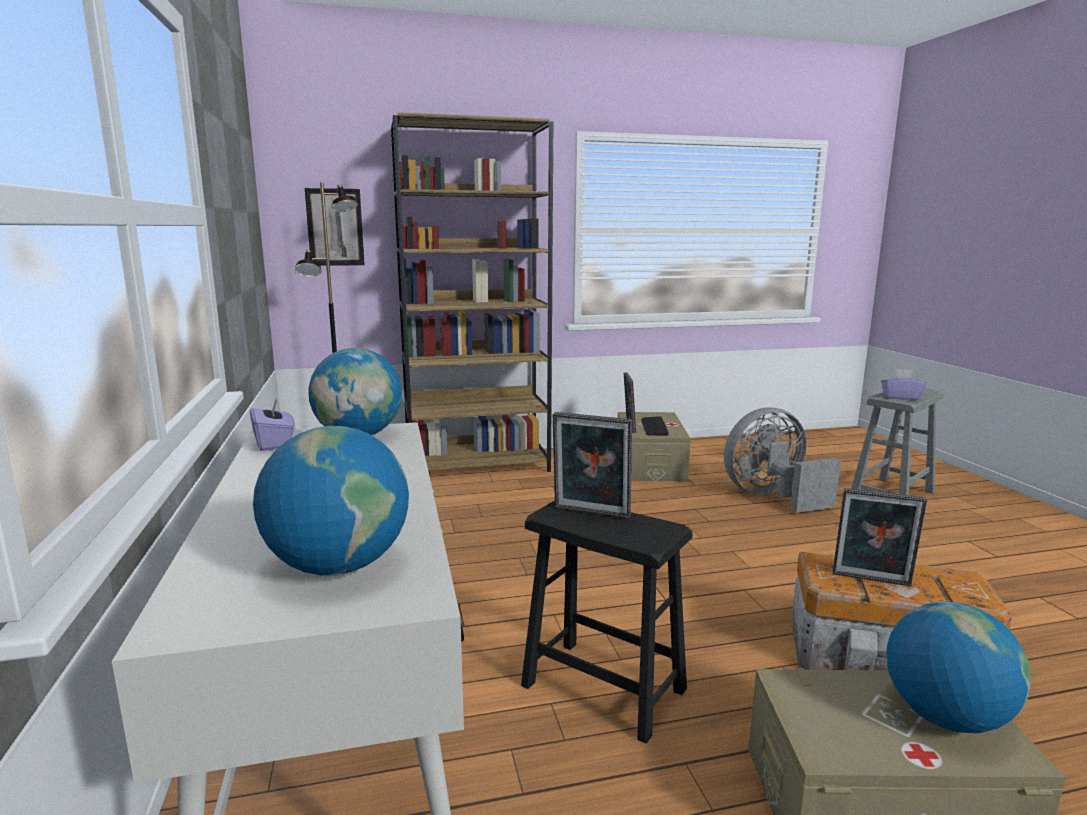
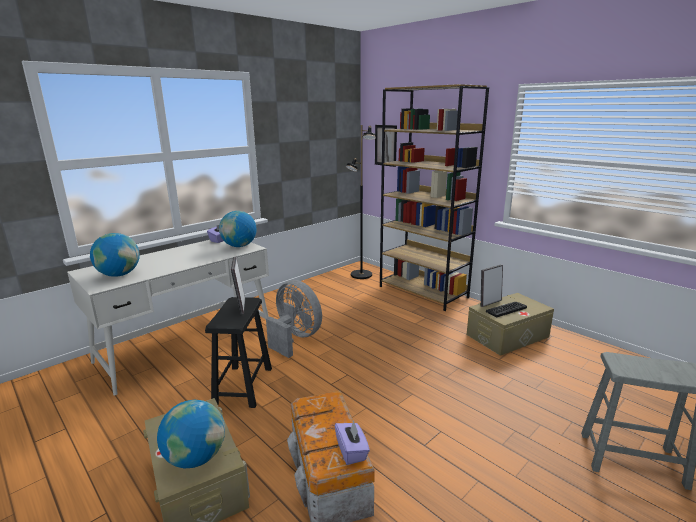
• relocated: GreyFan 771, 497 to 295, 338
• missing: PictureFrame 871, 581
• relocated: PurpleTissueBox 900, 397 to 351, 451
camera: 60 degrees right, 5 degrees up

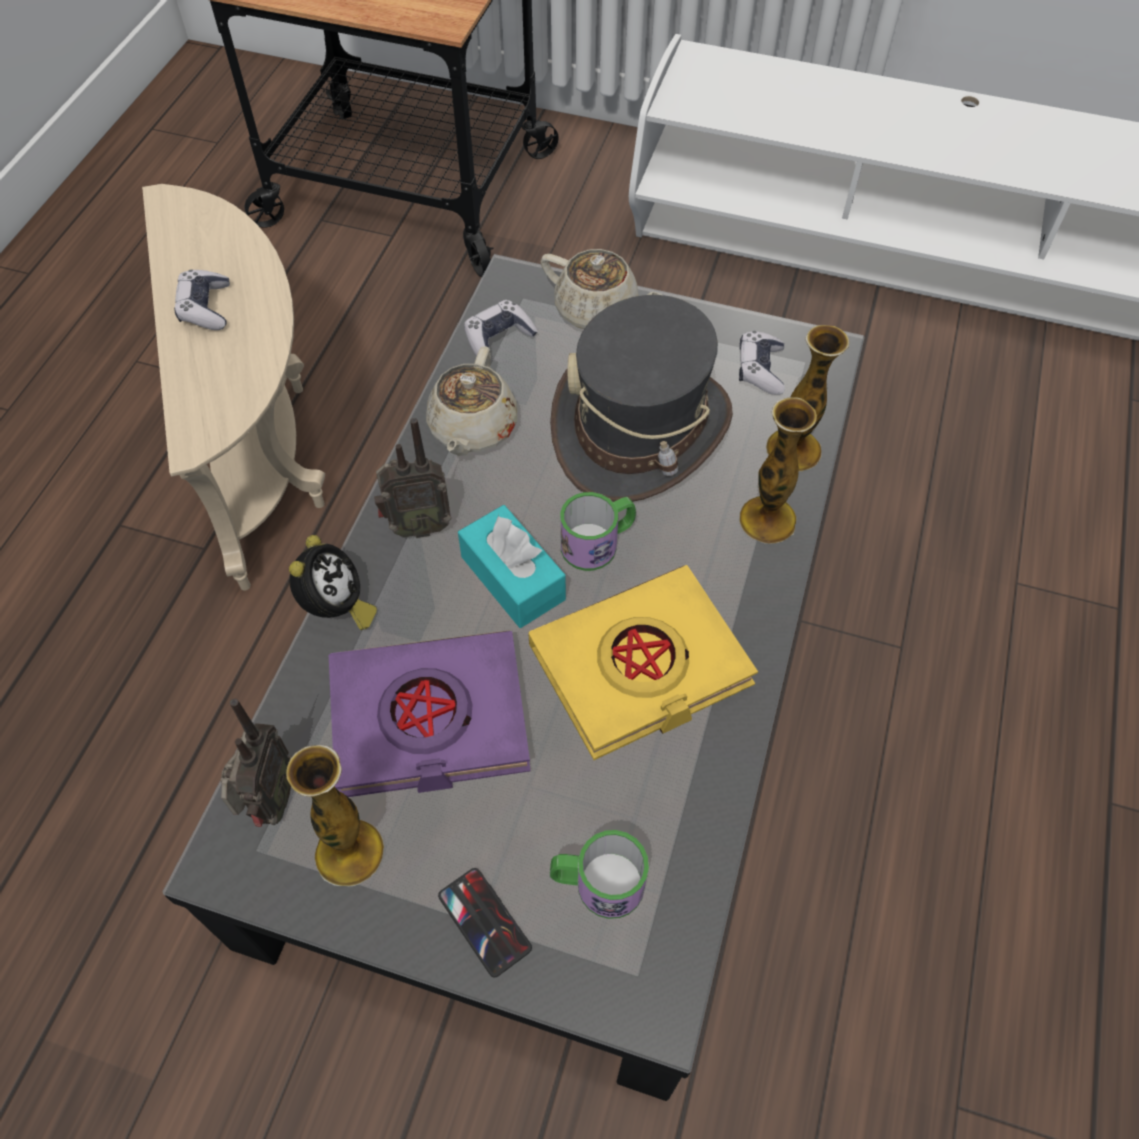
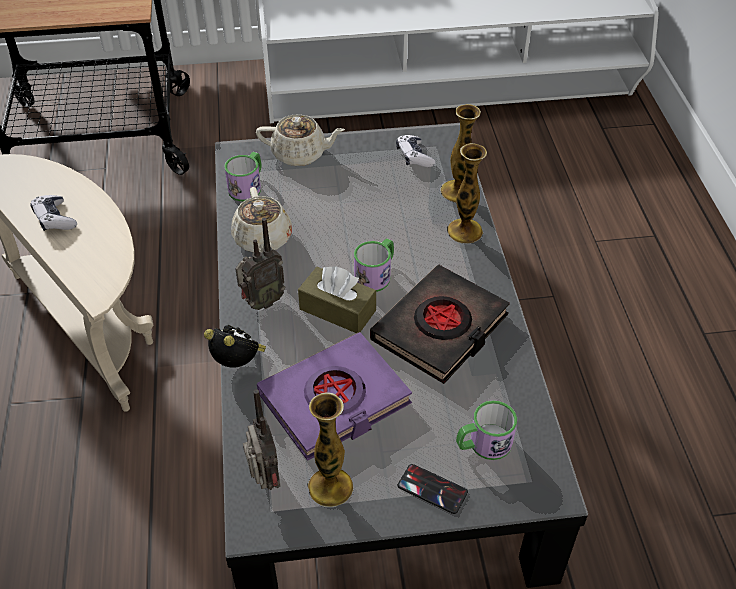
• spun: AlarmClock 336, 608 = 239, 363 45 degrees counterclockwise
• colour: TurquoiseTissueBox 513, 578 to BrownTissueBox 337, 310
• exchanged: GameController 498, 338 to Mug 248, 186
• colour: YellowBook 641, 667 to BlackBook 440, 329
• missing: GreyHat 640, 430
camera: 25 degrees left, 10 degrees down

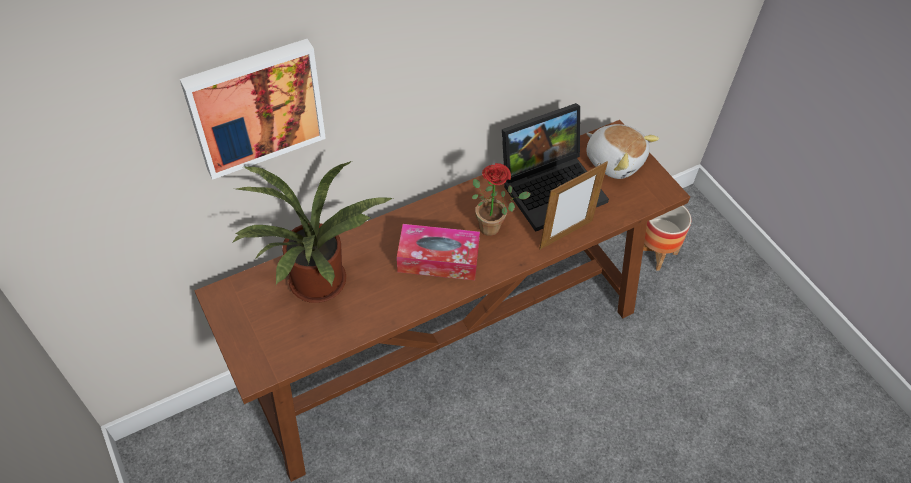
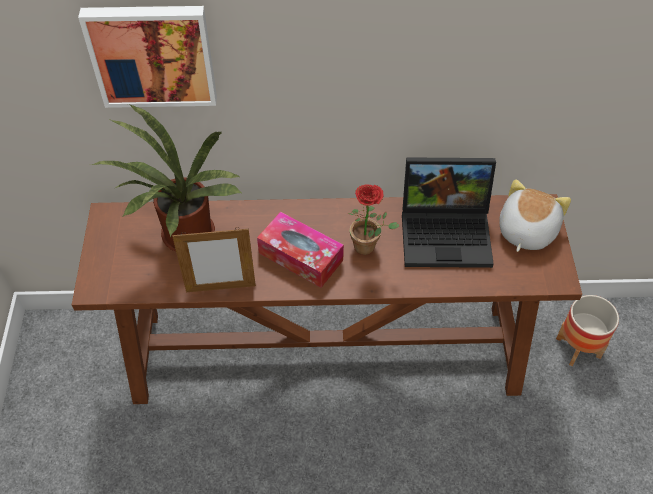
• relocated: PictureFrame 566, 234 to 221, 288
• spun: PlushToy 614, 160 = 525, 231 135 degrees counterclockwise
camera: 30 degrees right, 0 degrees up

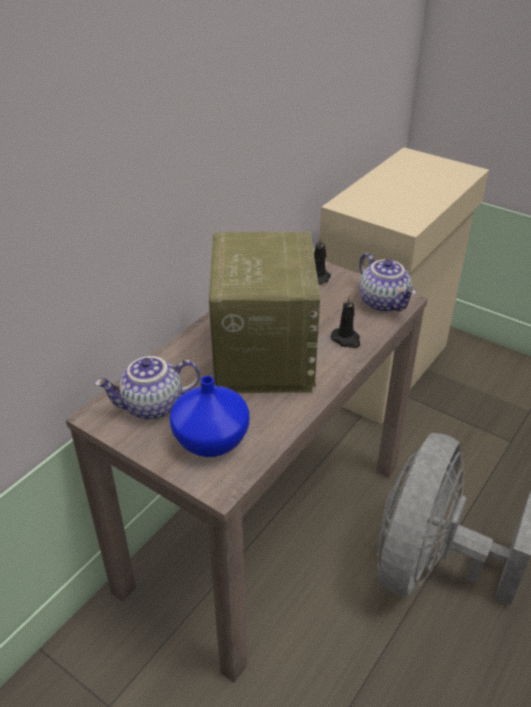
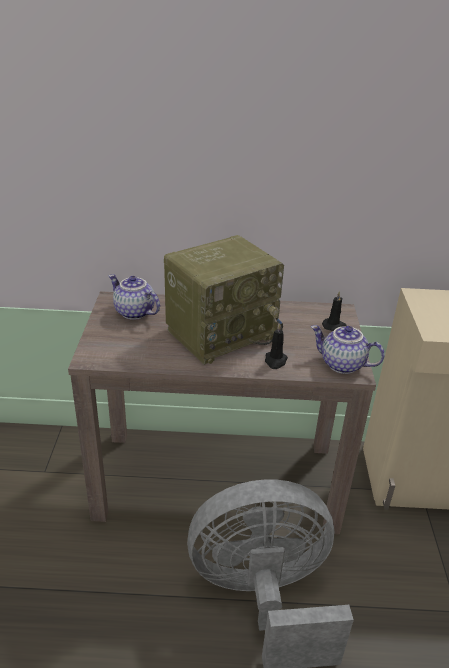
• missing: BlueVase 209, 440
• spun: Teapot 384, 303 = 341, 365 90 degrees clockwise
camera: 55 degrees right, 5 degrees down

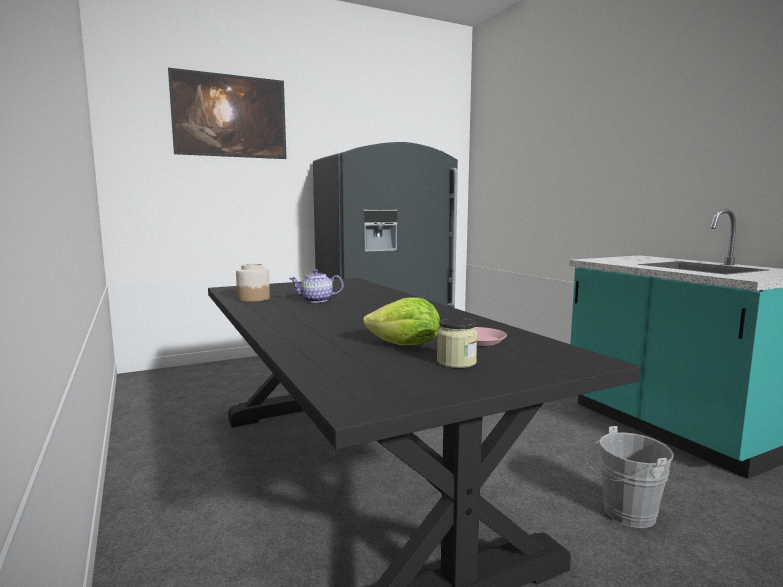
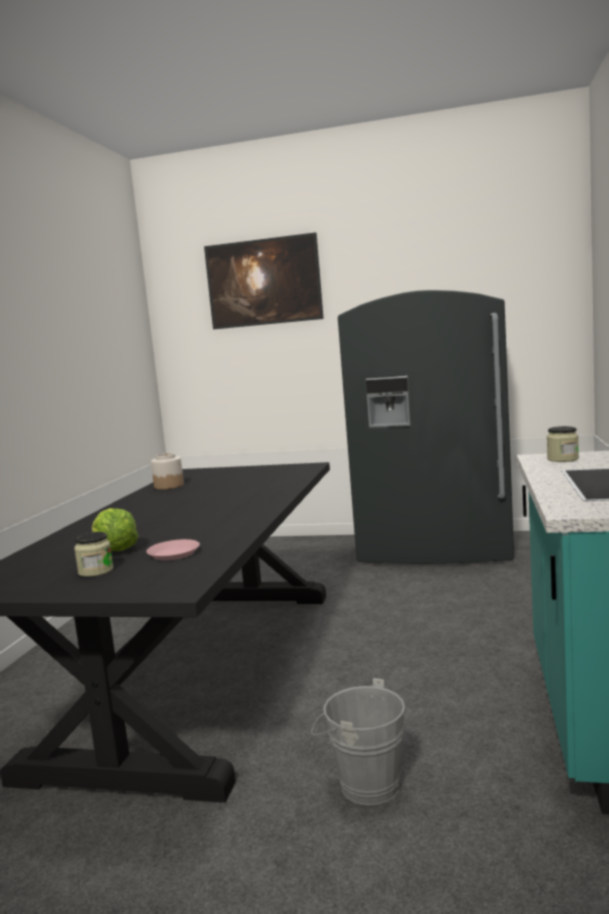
• missing: Teapot 316, 300
• appeared: Jar 562, 459
camera: 40 degrees right, 0 degrees up

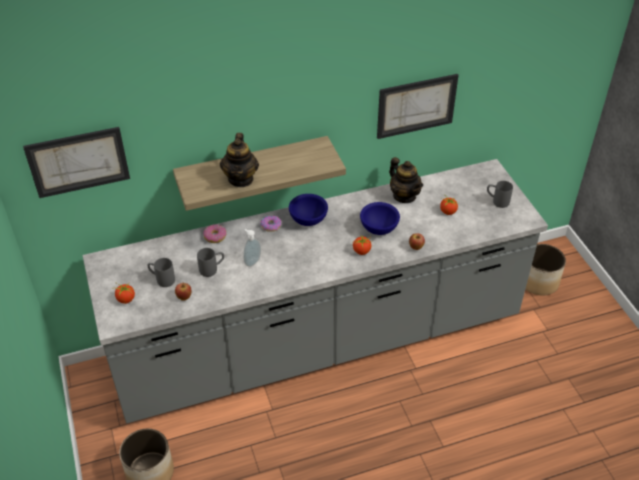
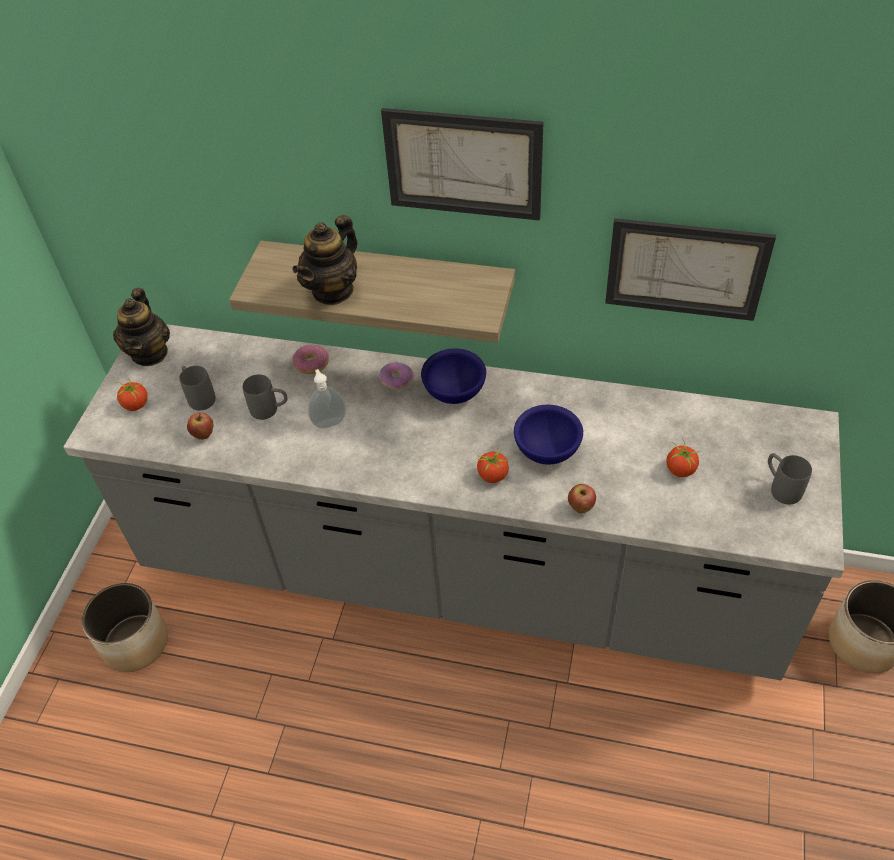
• relocated: Picture 78, 161 to 463, 164
• relocated: Teapot 404, 196 to 150, 353
camera: 35 degrees right, 5 degrees up

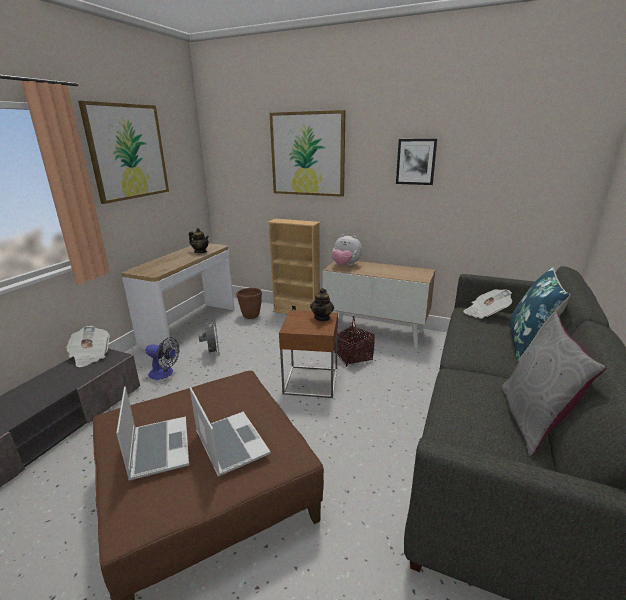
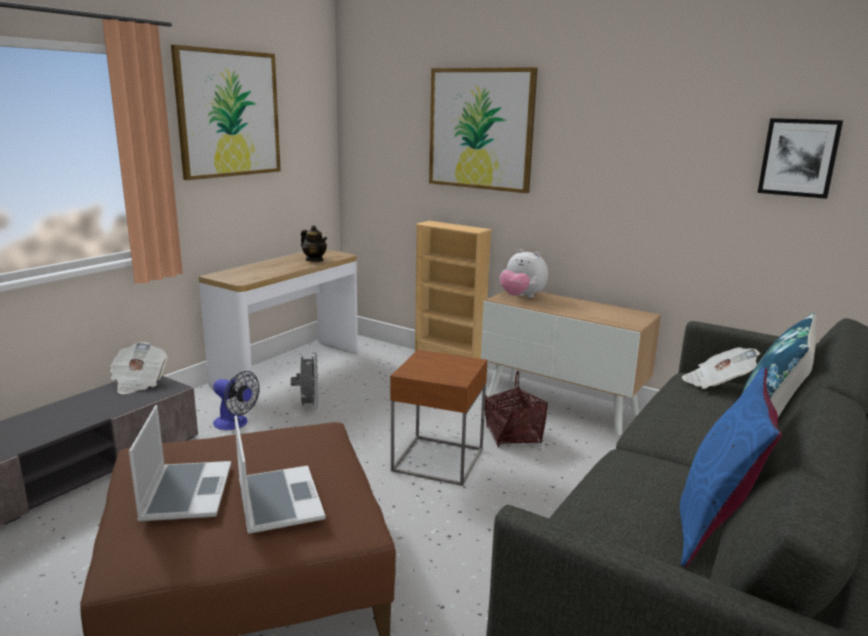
• missing: BrownPlanter 251, 316
• missing: Teapot 322, 318
• relocated: Picture 416, 161 to 799, 157
• colour: GreyPillow 533, 420 to BluePillow 714, 526
camera: 10 degrees right, 5 degrees down

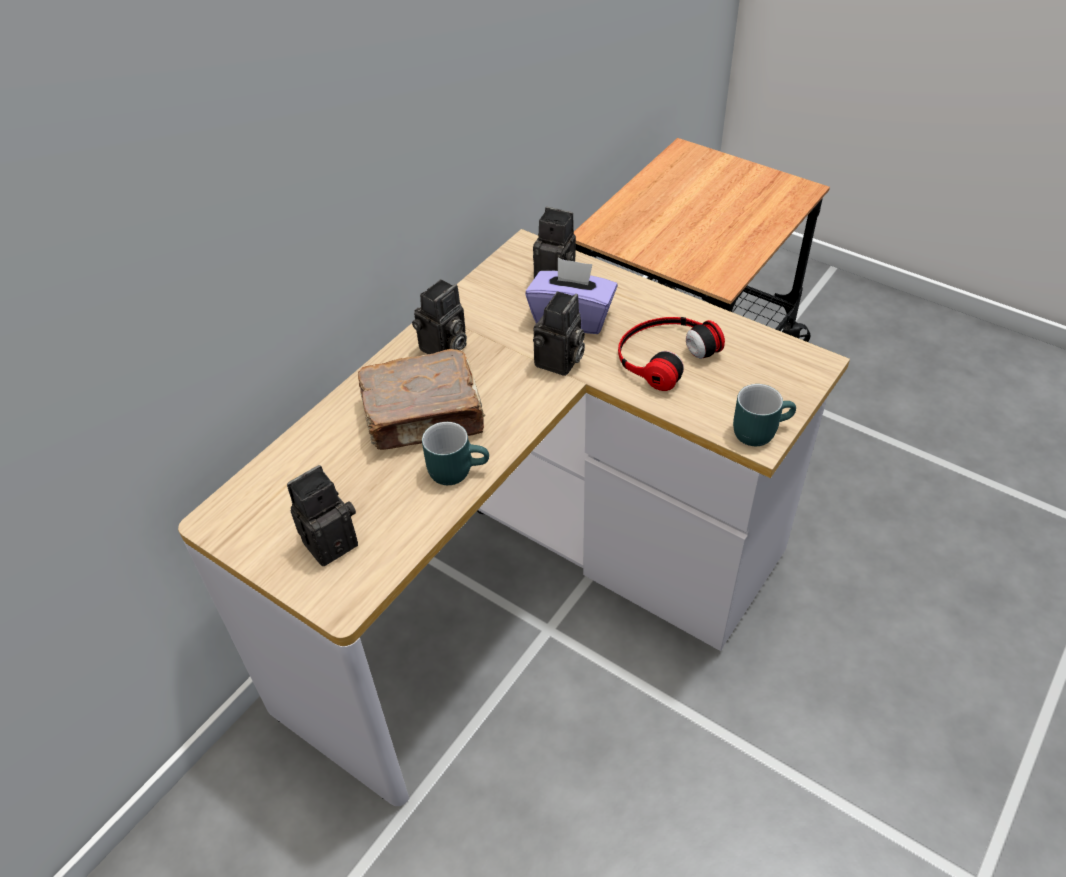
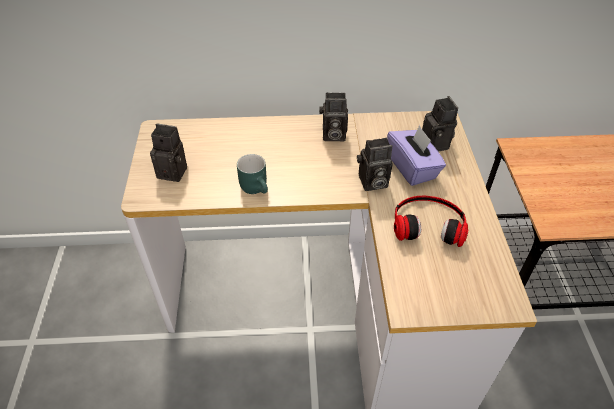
• missing: BrownBook 425, 417
• missing: TurquoiseMug 759, 429
camera: 50 degrees right, 0 degrees up

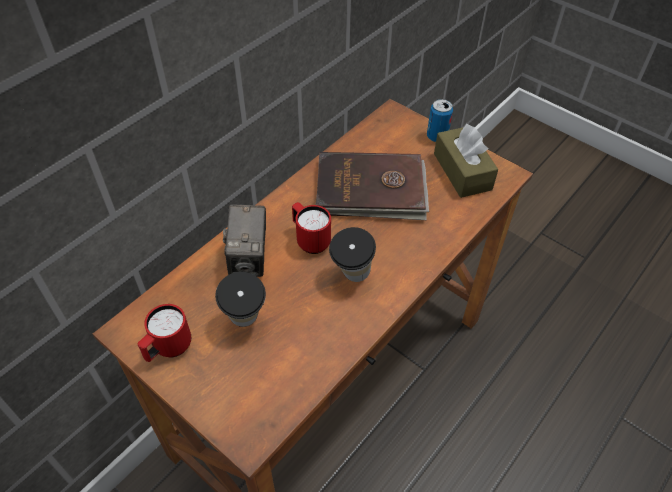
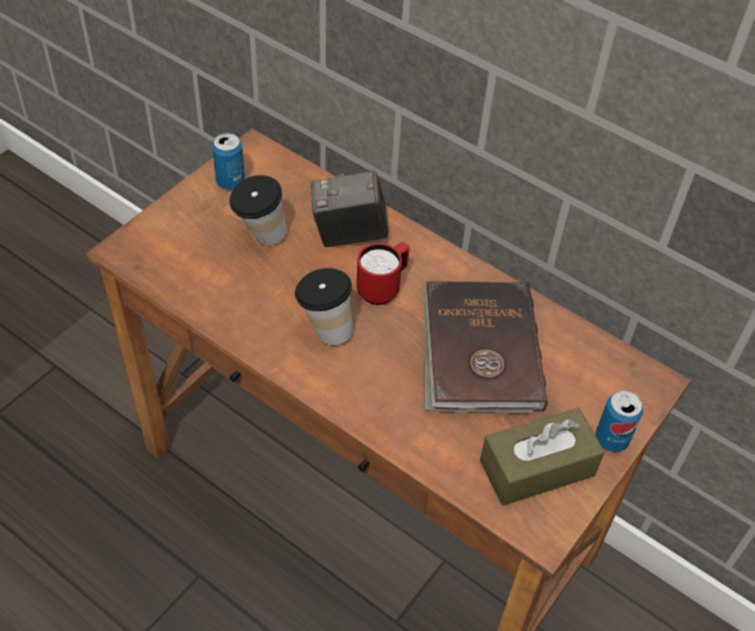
• exchanged: RedMug 168, 349 to Can 230, 182
camera: 85 degrees right, 0 degrees up

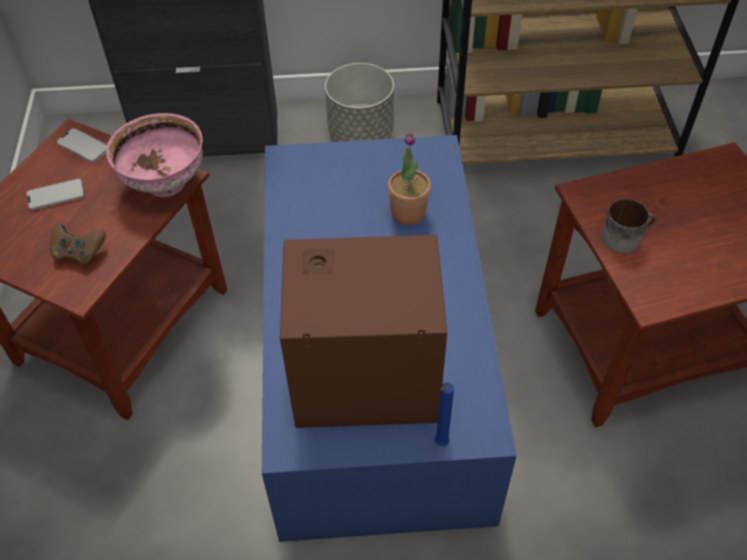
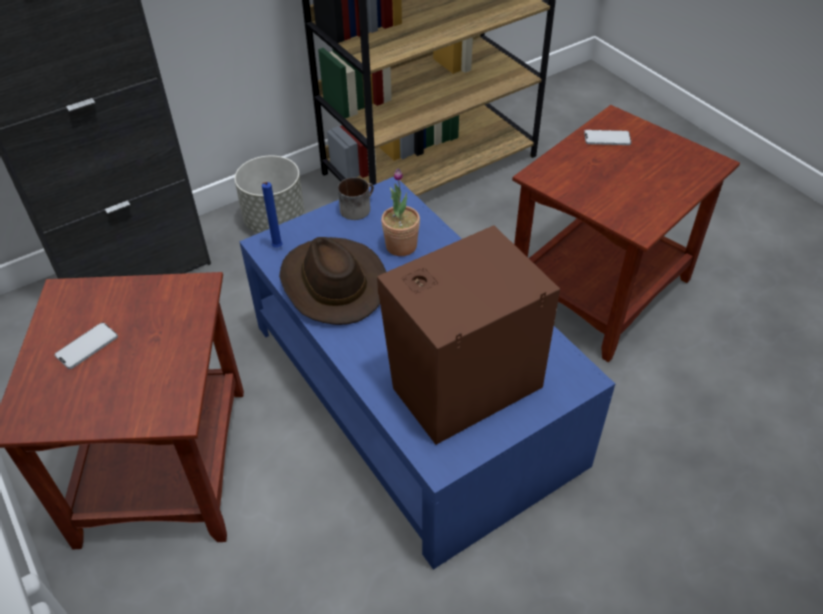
• missing: BrownGameController 79, 253
• relocated: Phone 83, 146 to 607, 138
• missing: PinkBowl 164, 183
• relocated: BlueCandle 440, 444 to 277, 248
• relocated: Mug 625, 236 to 357, 207
• appeared: BrownHat 332, 283
camera: 30 degrees left, 5 degrees down

